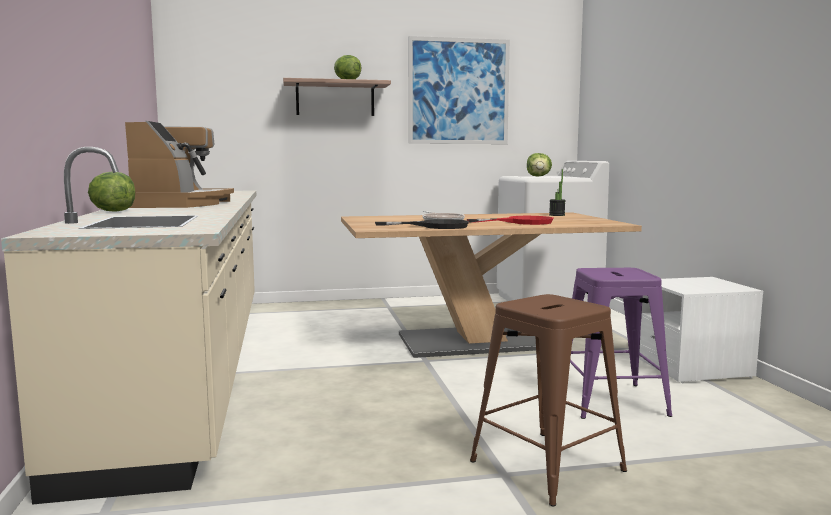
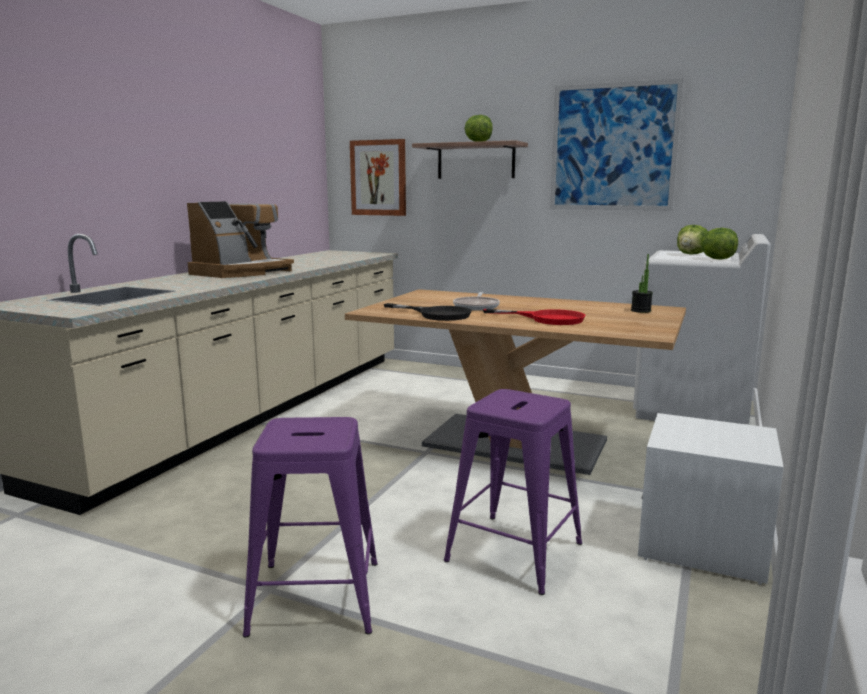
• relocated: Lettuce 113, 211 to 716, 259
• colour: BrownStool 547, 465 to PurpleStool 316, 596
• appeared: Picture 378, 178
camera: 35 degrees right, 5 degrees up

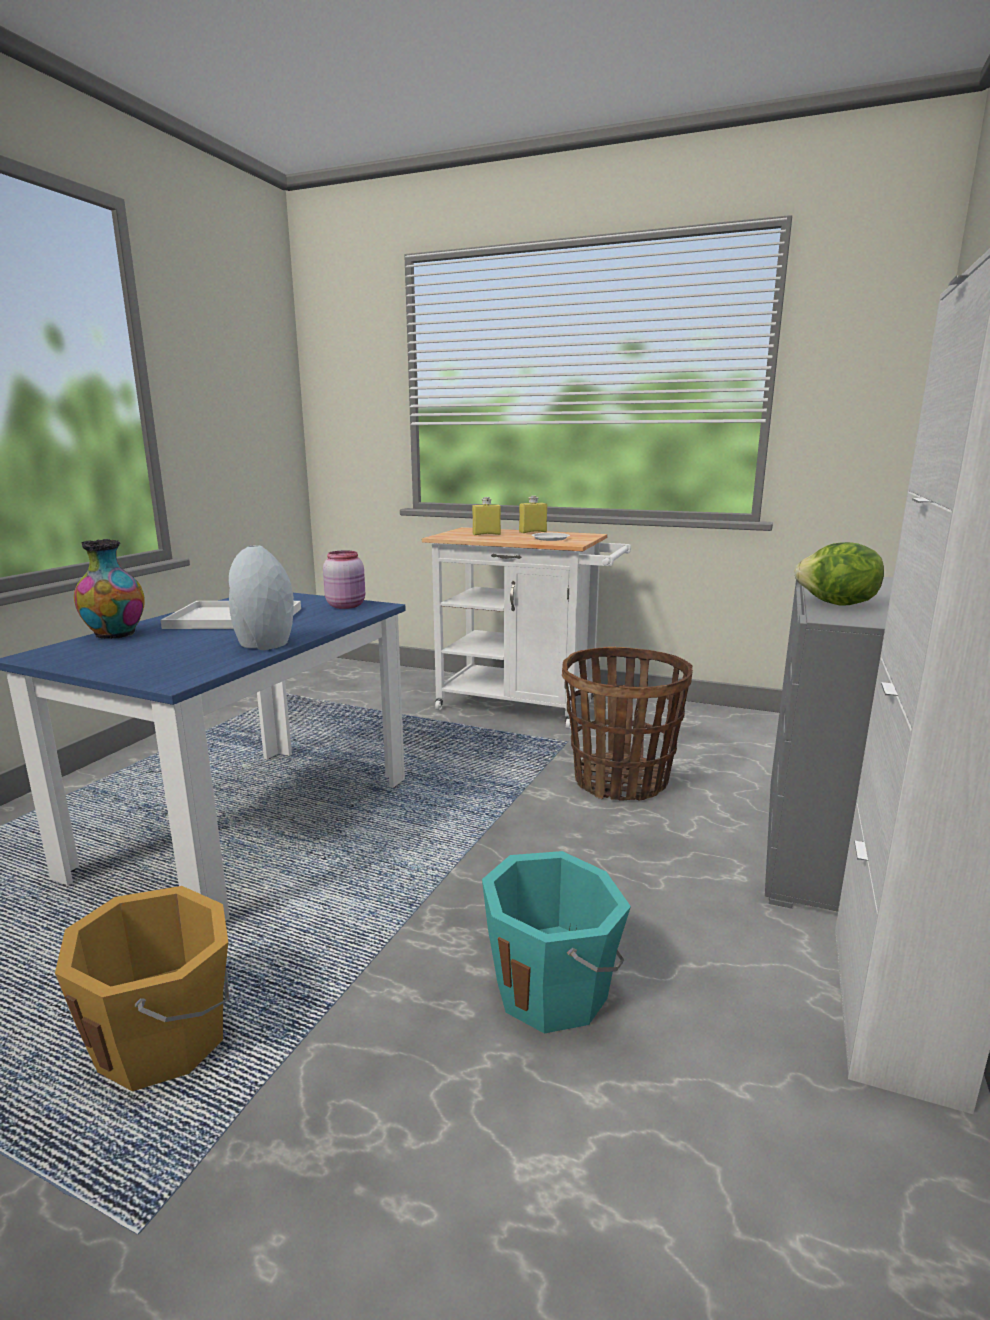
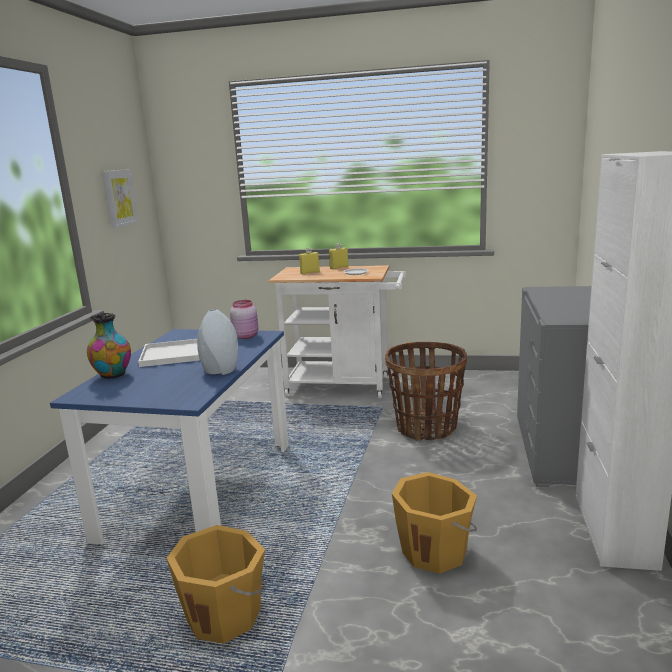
• colour: TurquoiseBucket 553, 989 to OrangeBucket 435, 551
• missing: Lettuce 837, 605
• appeared: Picture 119, 198
camera: 10 degrees left, 0 degrees up

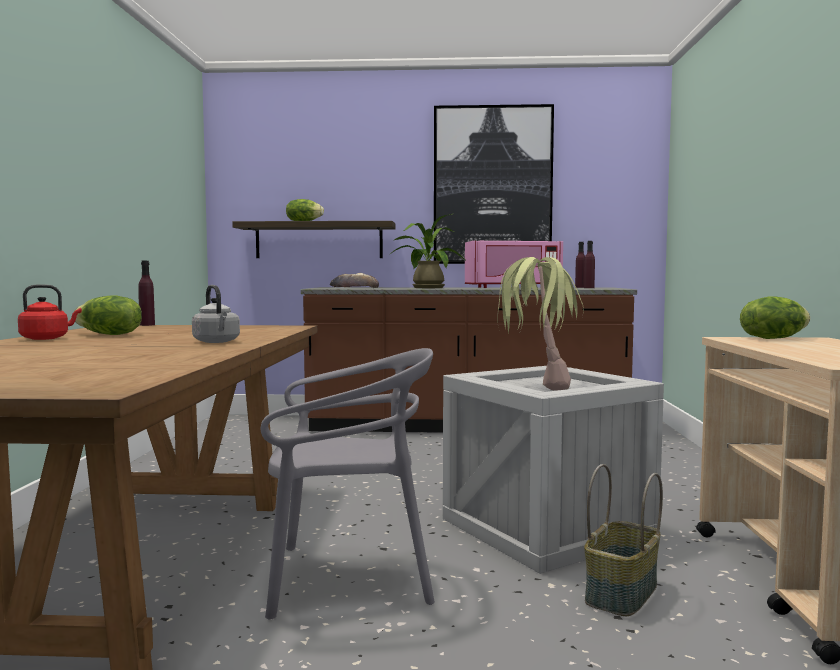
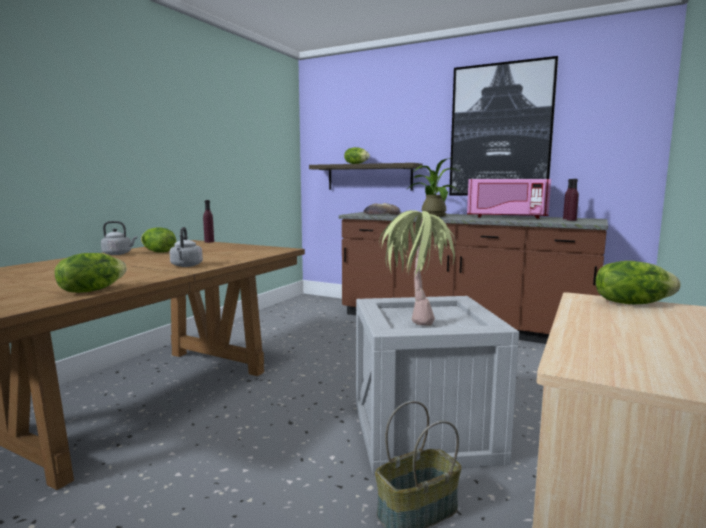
• colour: RedKettle 47, 338 to GreyKettle 118, 254
• missing: GreyChair 350, 578
• appeared: Lettuce 91, 290
camera: 25 degrees right, 5 degrees up

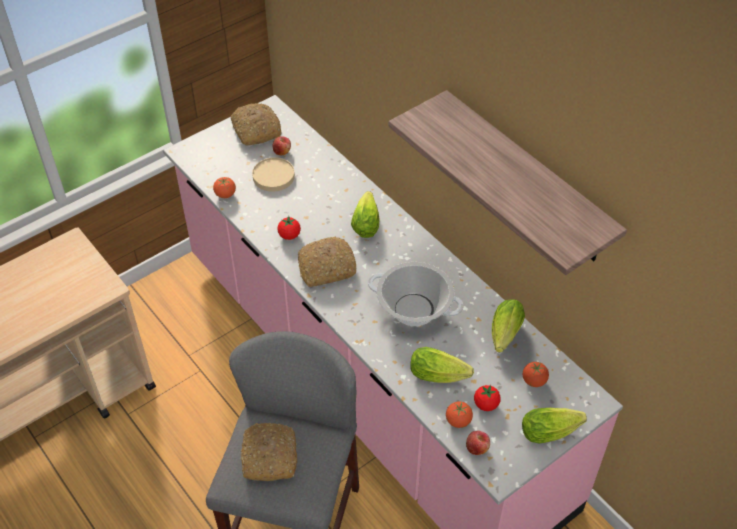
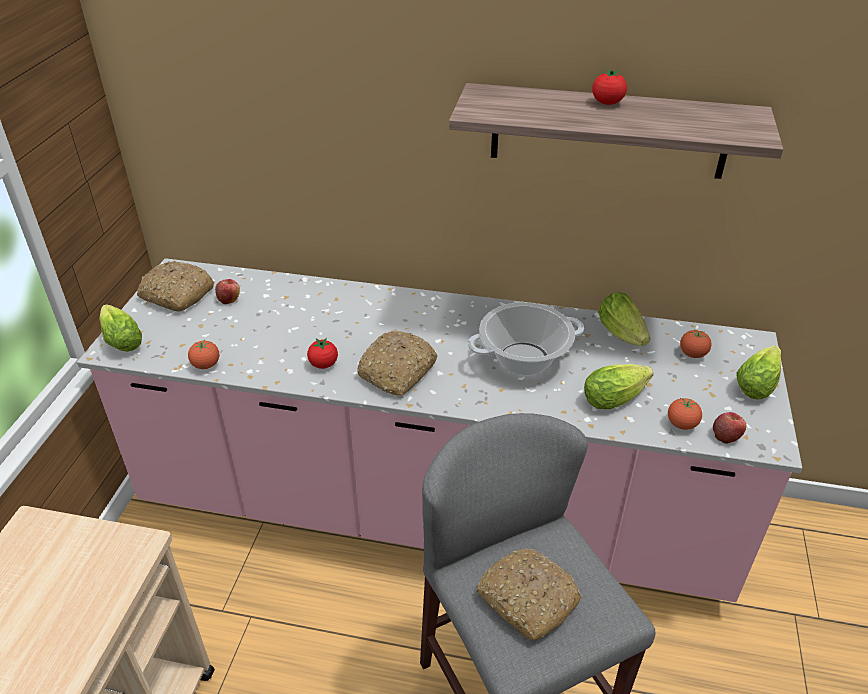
• missing: BeigePlate 273, 176
• relocated: Lettuce 366, 222 to 121, 338
• relocated: Tomato 486, 404 to 607, 103
camera: 40 degrees left, 10 degrees down

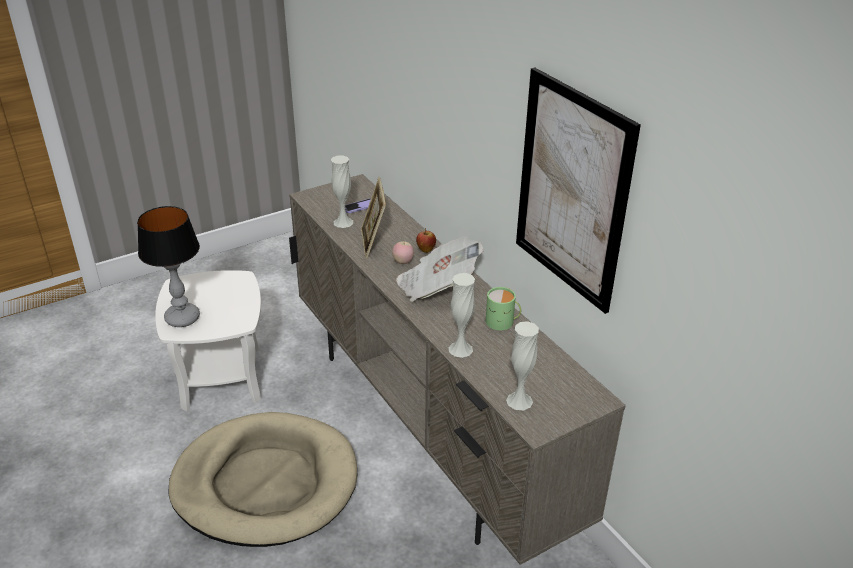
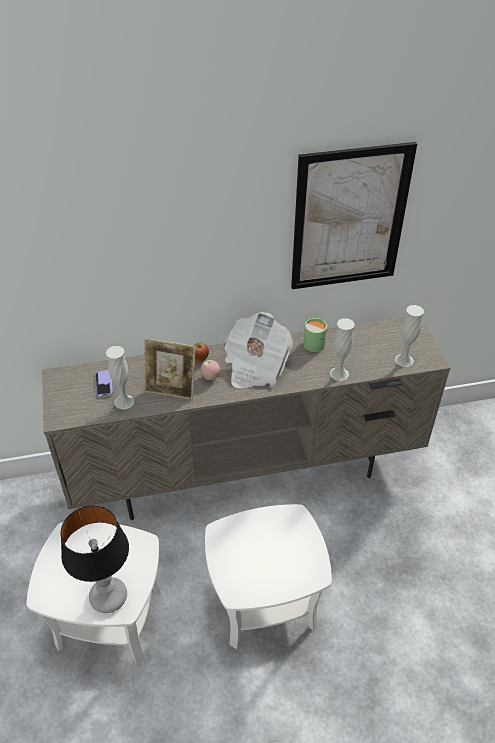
• exchanged: BeigeDogBed 265, 483 to WhiteSideTable 264, 603
camera: 70 degrees left, 10 degrees up

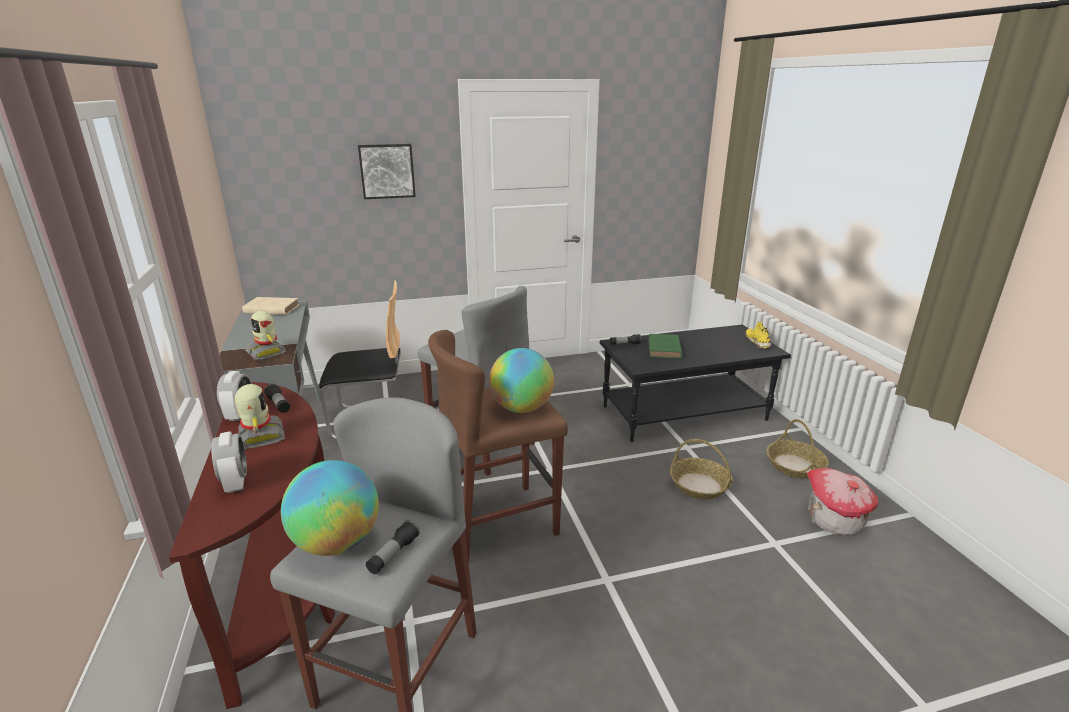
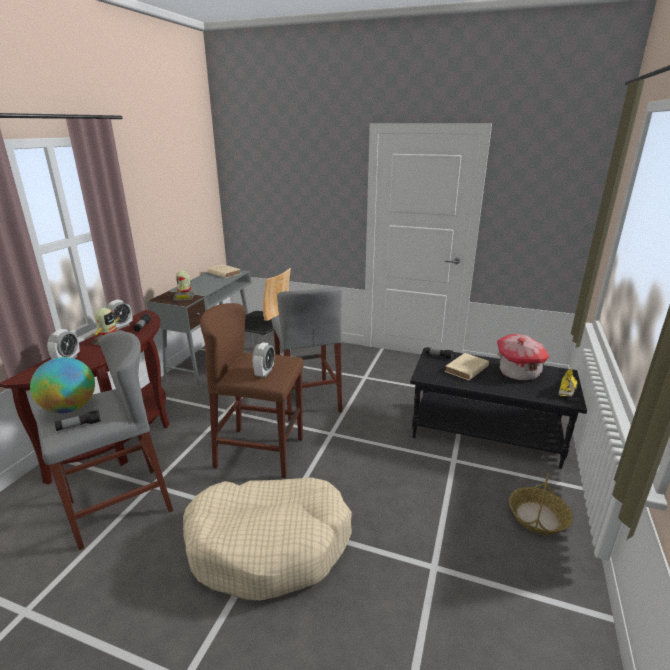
• missing: Picture 387, 171
• exchanged: Globe 521, 408 to AlarmClock 264, 373
• colour: GreenBook 664, 349 to BeigeBook 465, 369
• missing: Basket 699, 485
• relocated: ToyHouse 834, 519 to 518, 372
• appeared: BeigeDogBed 269, 544
camera: 35 degrees right, 0 degrees up

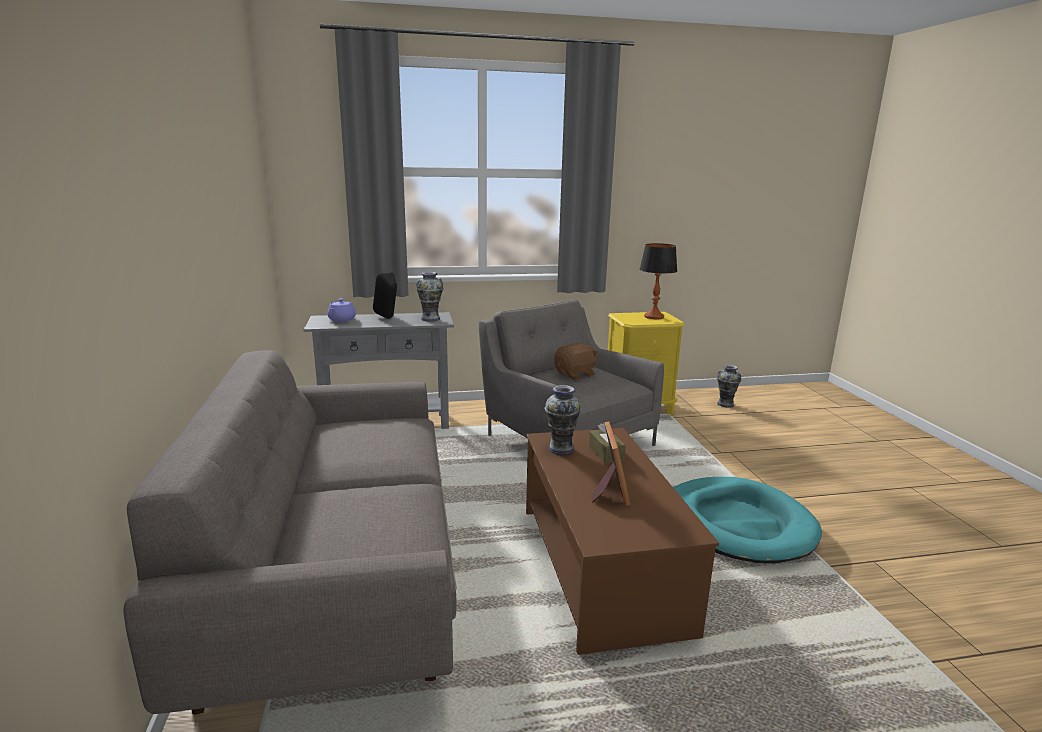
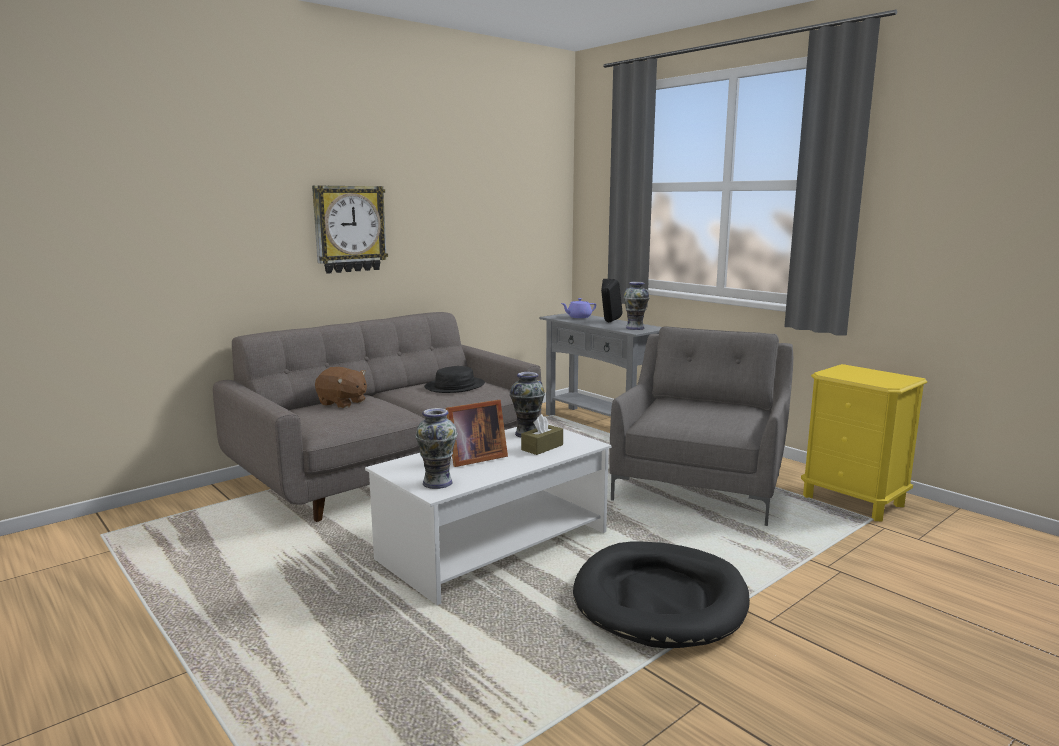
• colour: BrownCoffeeTable 600, 566 to WhiteCoffeeTable 495, 545
• relocated: BrownPlushToy 576, 374 to 342, 403
• missing: TableLamp 653, 317
• colour: TurquoiseDogBed 738, 524 to BlackDogBed 660, 599
• relocated: Vase 725, 404 to 437, 482
• appeared: WallClock 349, 229
• appeared: BlackHat 455, 386
camera: 60 degrees right, 5 degrees down

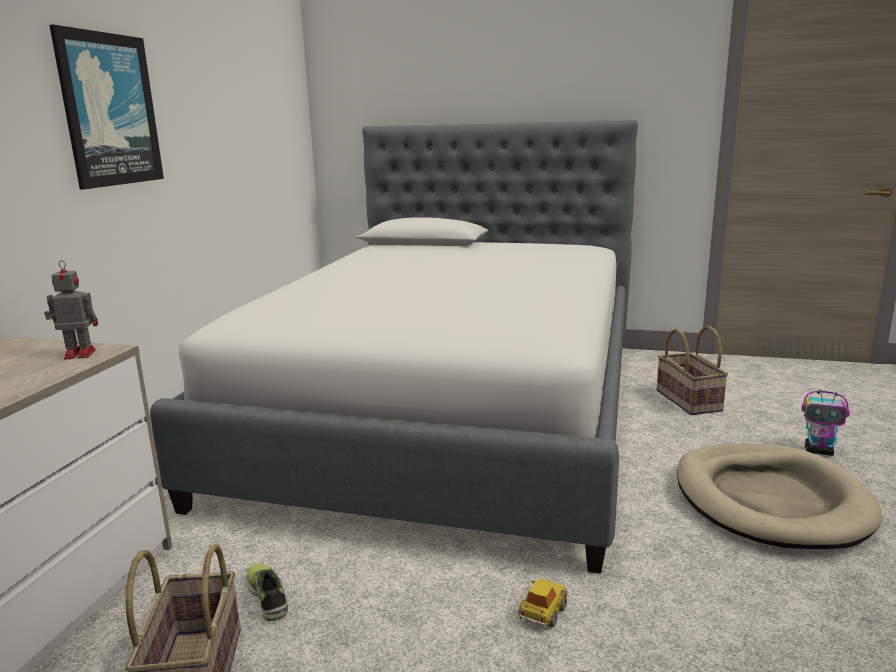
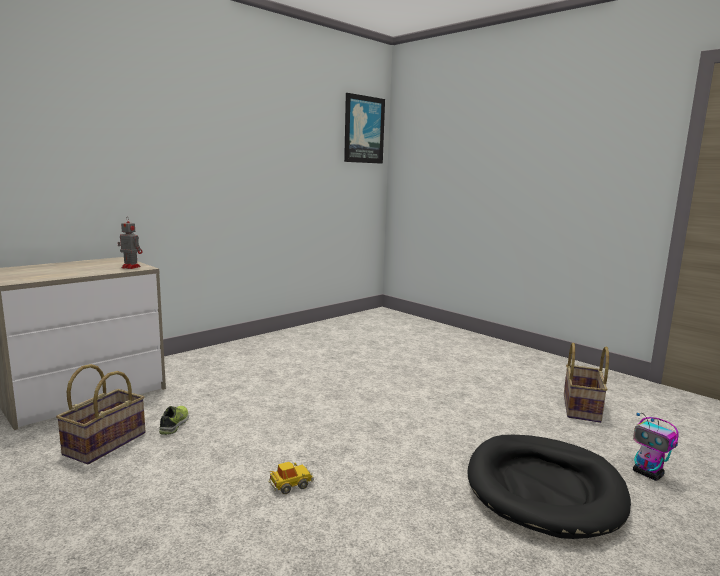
• relocated: Picture 109, 110 to 363, 129
• missing: Bed 451, 413
• colour: BeigeDogBed 769, 501 to BlackDogBed 544, 488
camera: 30 degrees right, 5 degrees down

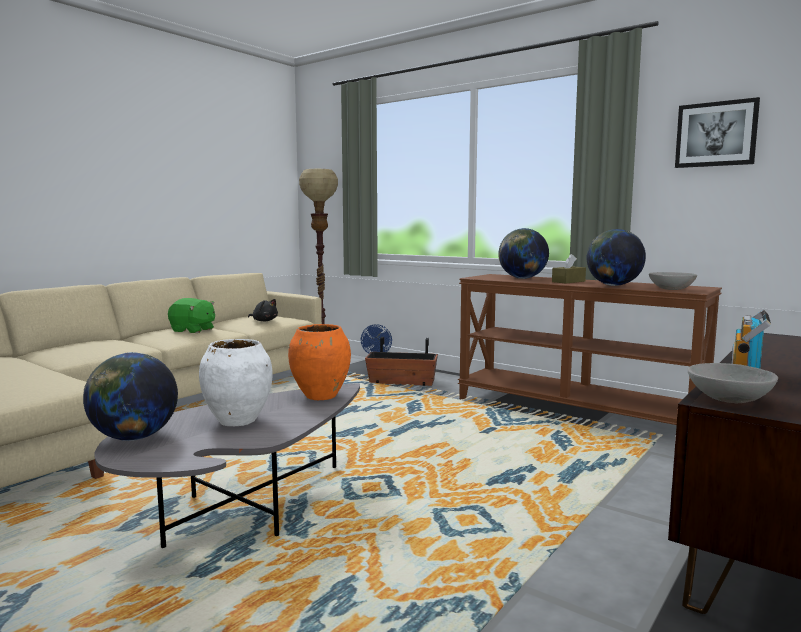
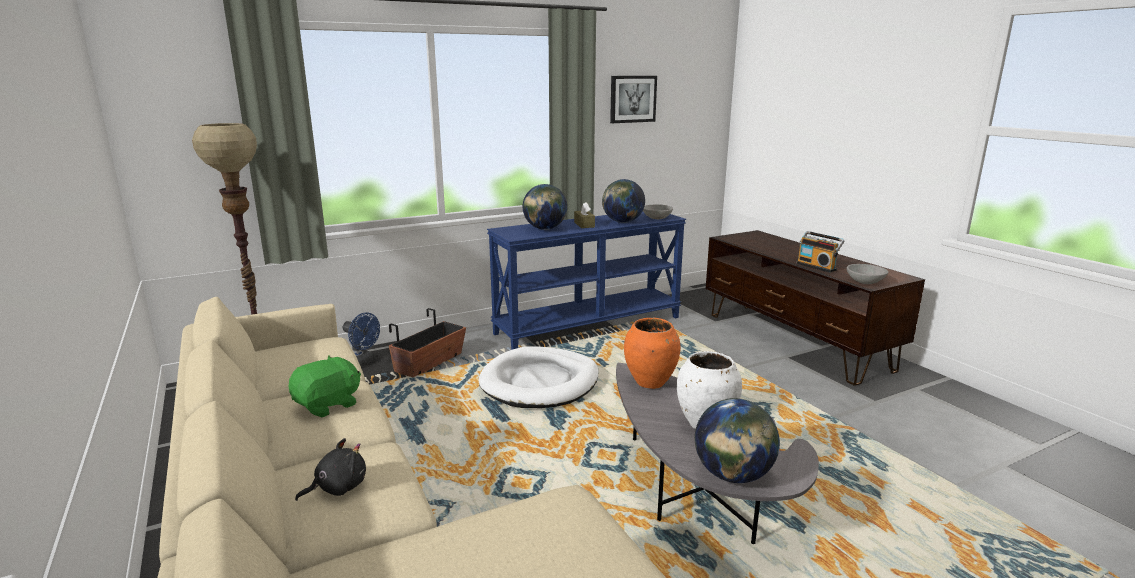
• relocated: BlackPlushToy 264, 321 to 338, 488
• colour: BrownConsoleTable 575, 412 to BlueConsoleTable 588, 325
• appeared: WhiteDogBed 540, 382
camera: 65 degrees left, 10 degrees up

